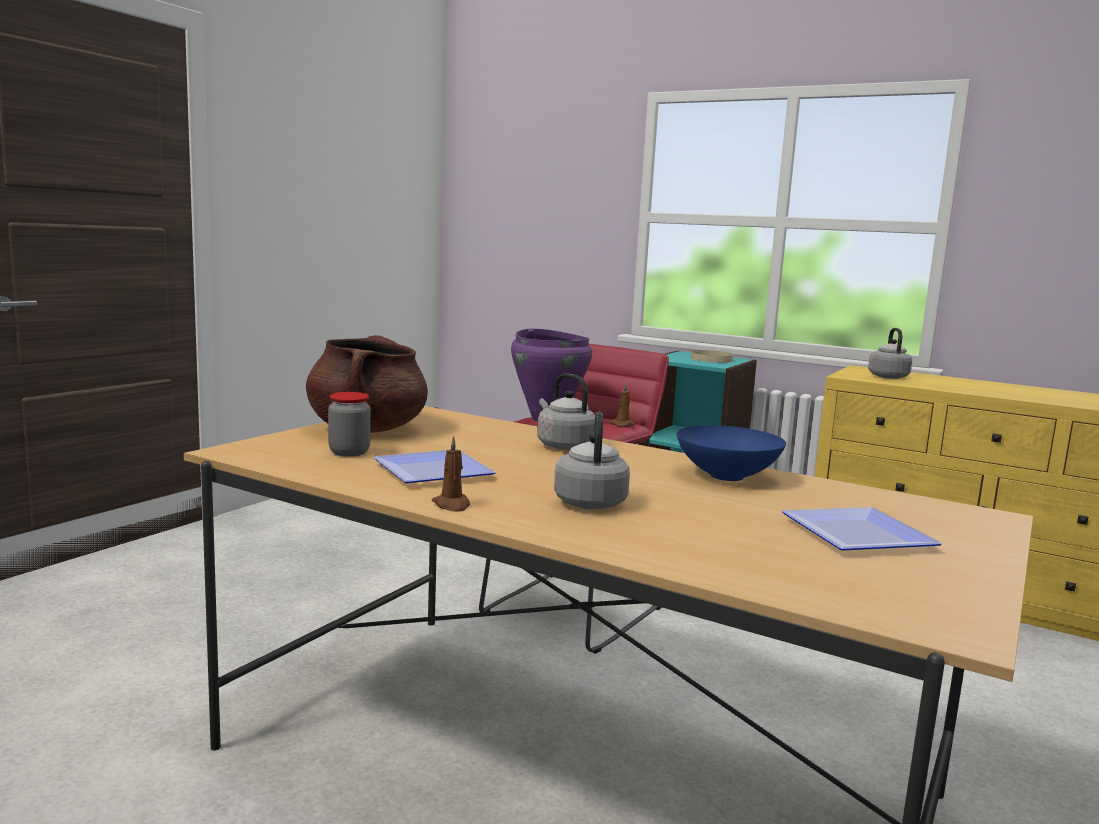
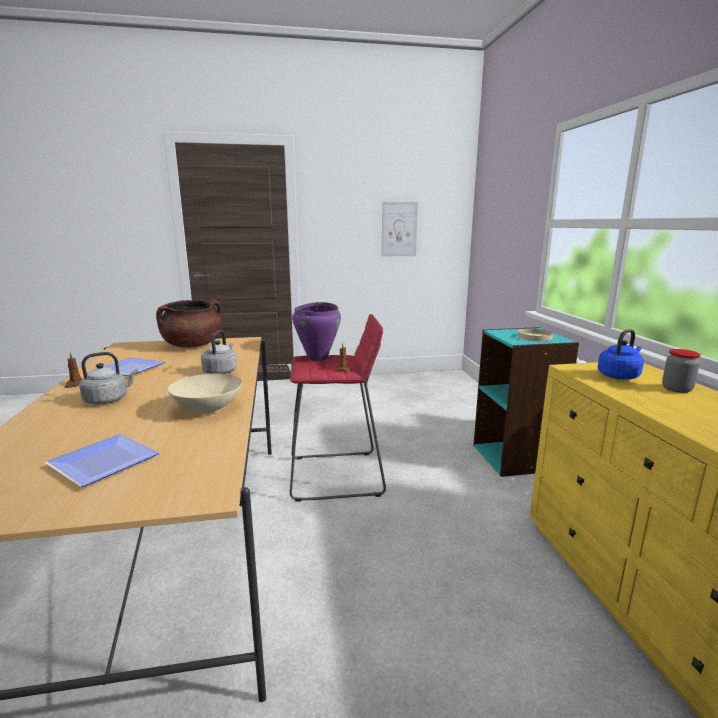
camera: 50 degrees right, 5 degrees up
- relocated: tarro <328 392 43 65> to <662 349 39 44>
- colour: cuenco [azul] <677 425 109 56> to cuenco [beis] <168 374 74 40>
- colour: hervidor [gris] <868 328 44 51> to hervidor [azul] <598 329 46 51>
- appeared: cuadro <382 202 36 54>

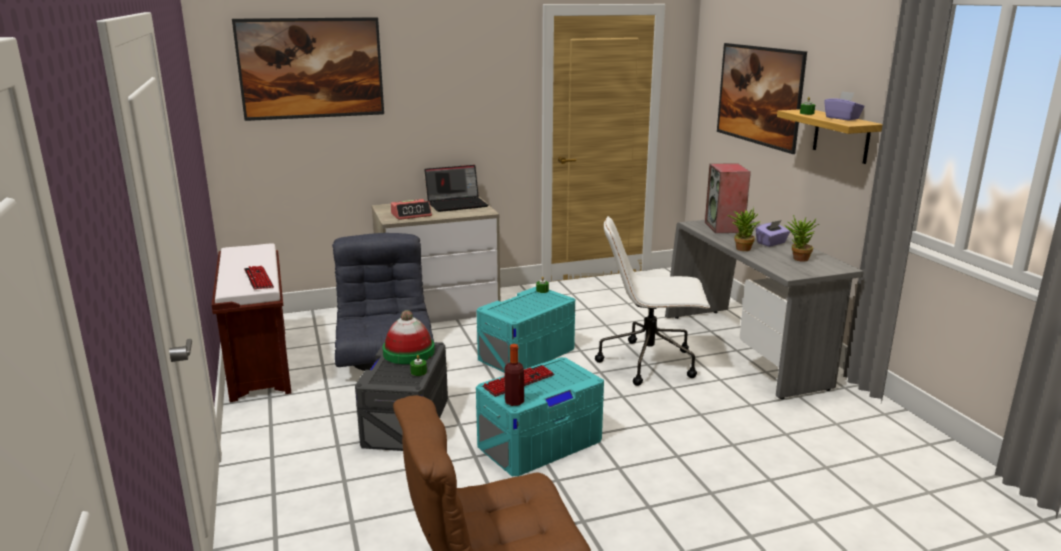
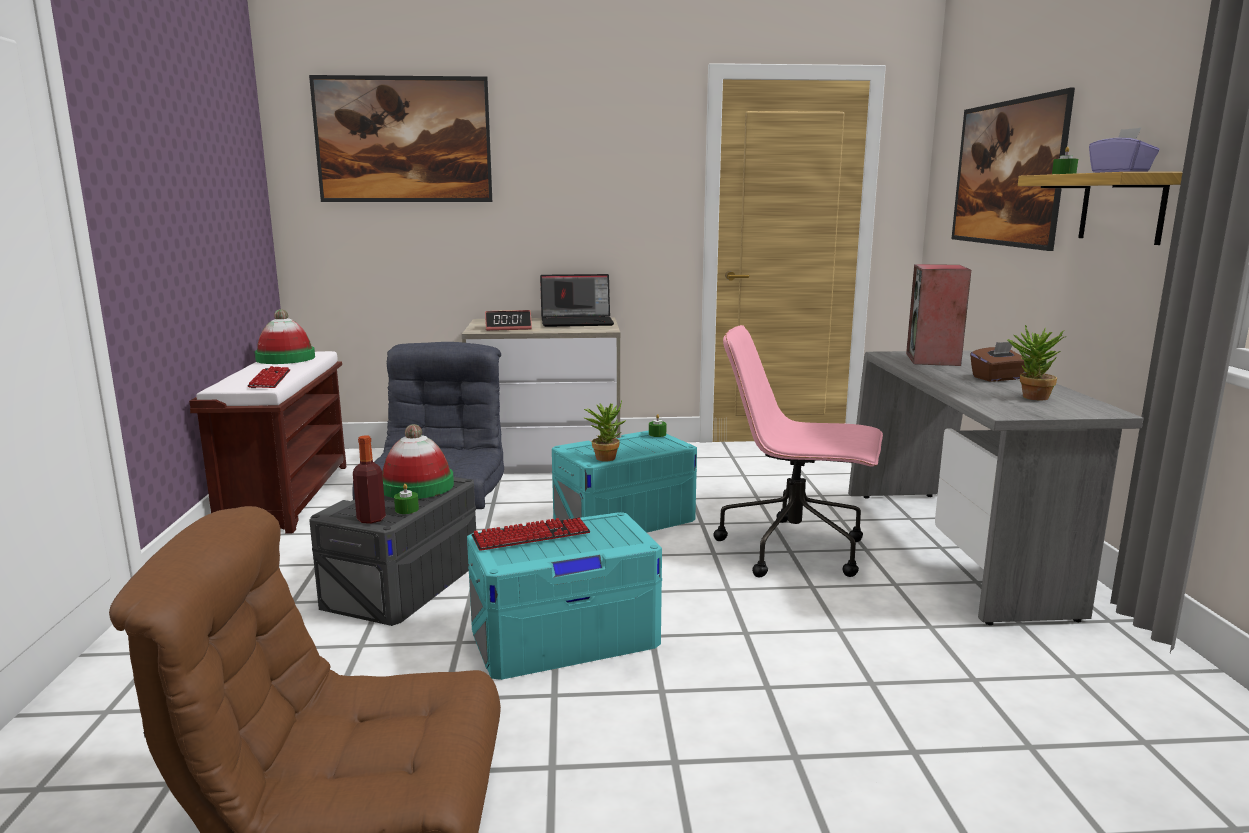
camera: 15 degrees right, 5 degrees down
- relocated: botella <504 344 20 62> to <353 435 33 89>
- colour: silla de oficina [blanco] <595 216 115 170> to silla de oficina [rosa] <713 325 170 252>
- relocated: planta en maceta <727 207 34 44> to <584 400 42 62>
- colour: caja de pañuelos [morado] <756 220 34 27> to caja de pañuelos [marrón] <970 342 56 40>
- appeared: sombrero <255 309 60 55>

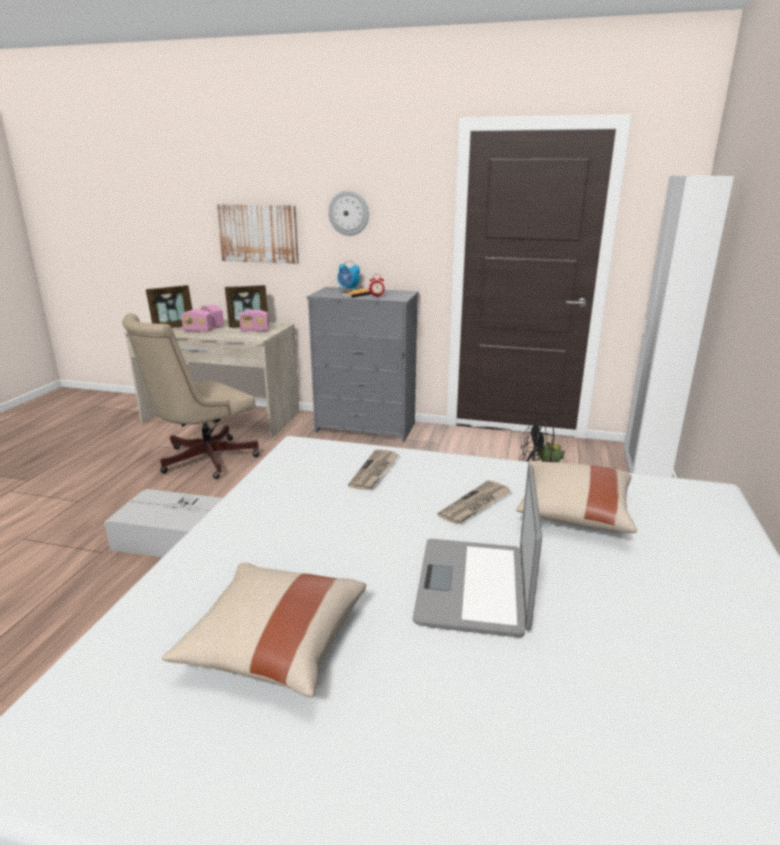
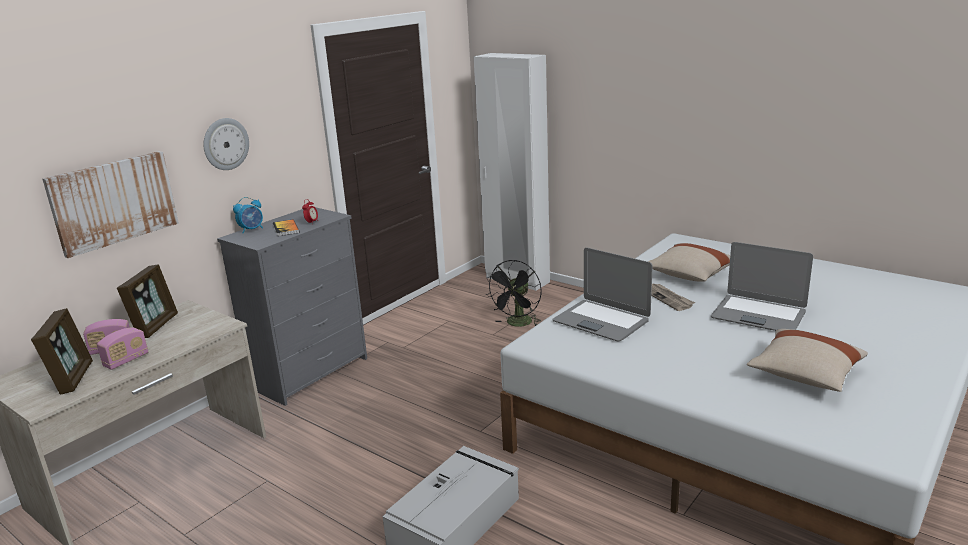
camera: 65 degrees left, 0 degrees up
- missing: silla de oficina [beis] <122 313 138 166>
- missing: radio <239 310 30 22>
- exchanged: periódico <348 450 52 40> to portátil <553 248 100 93>

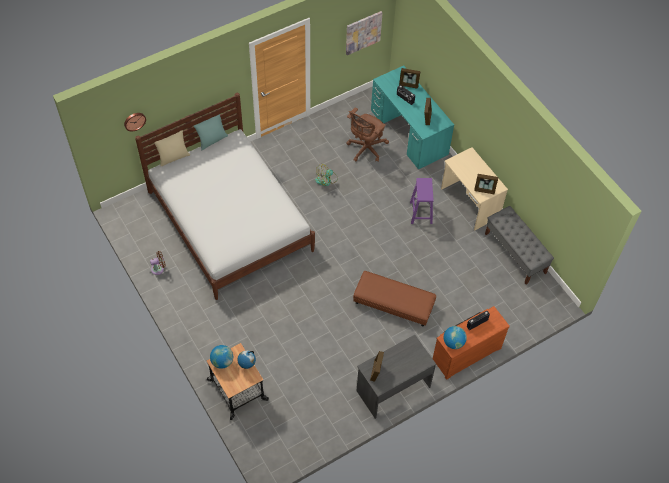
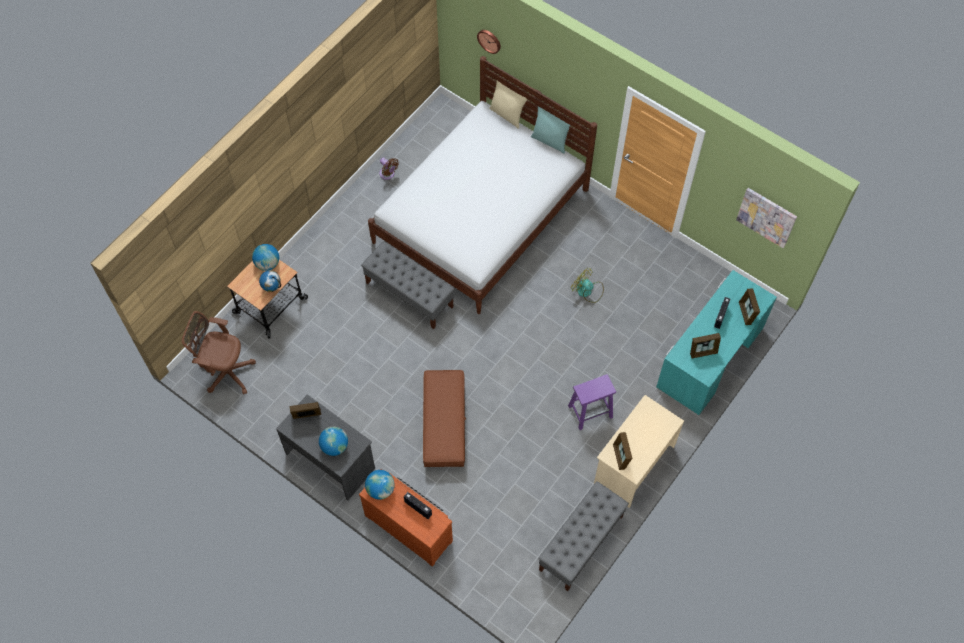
camera: 70 degrees right, 5 degrees up
- relocated: silla de oficina [marrón] <346 108 43 54> to <182 311 74 83>
- appeared: globo terráqueo <319 427 29 29>
- appeared: banco [gris] <361 241 94 88>

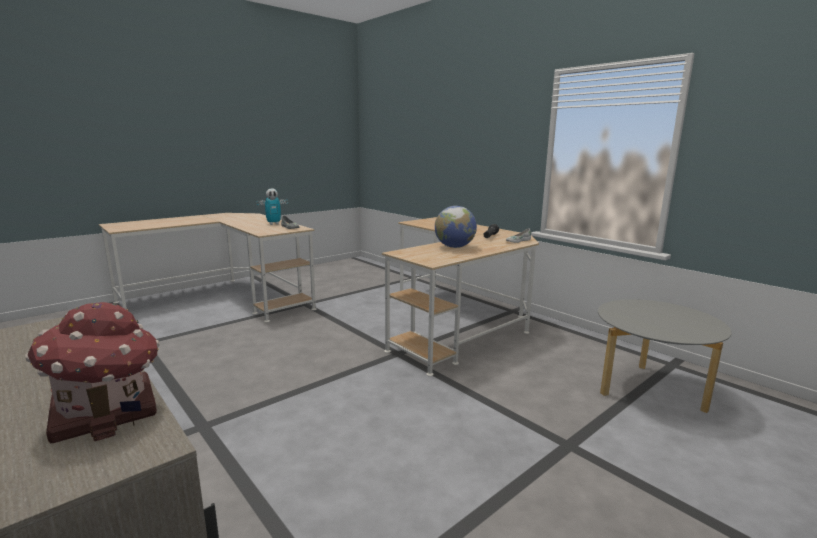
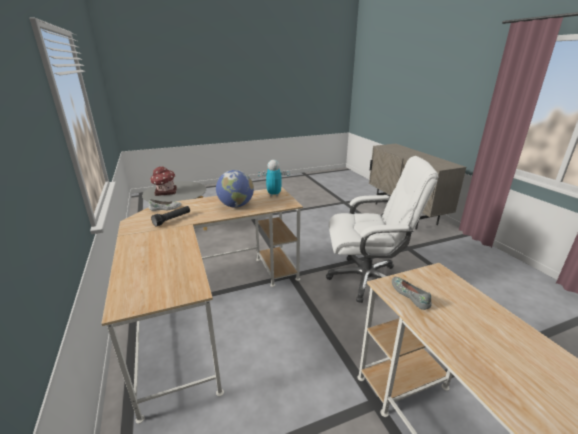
camera: 160 degrees left, 10 degrees up
- relocated: casita <25 302 135 141> to <150 166 27 30>
- relocated: robot de juguete <257 188 31 37> to <258 160 32 36>
- appeared: silla de oficina [blanco] <326 156 112 147>

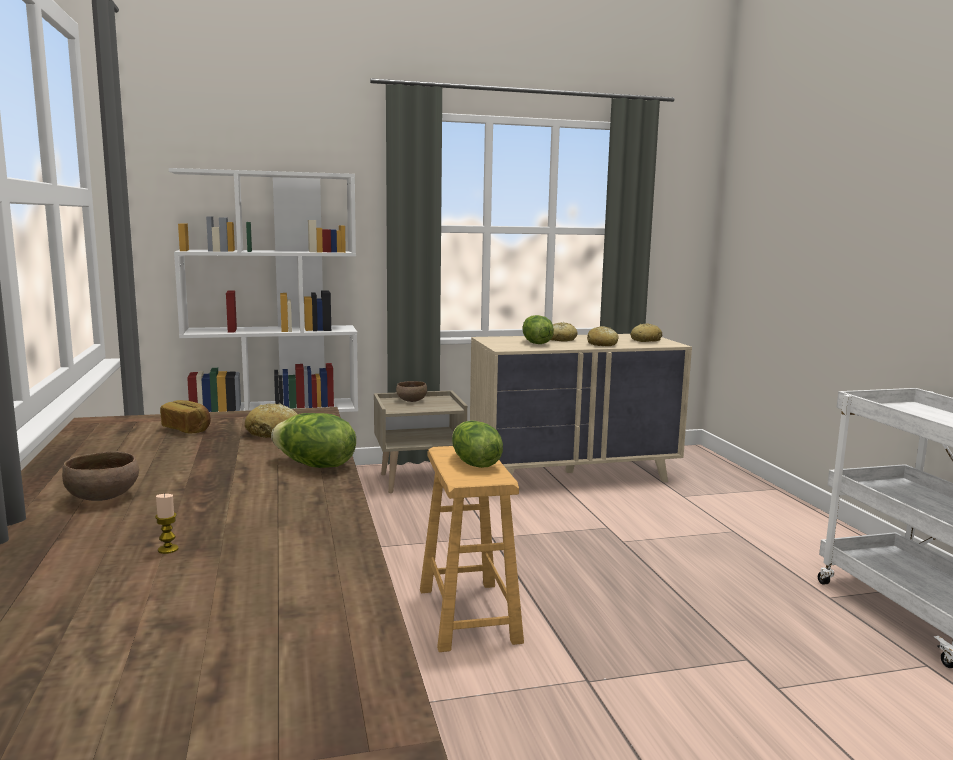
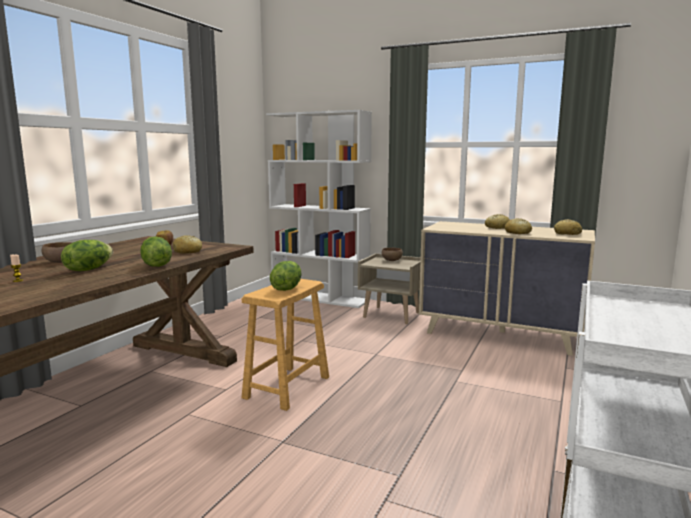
camera: 40 degrees right, 0 degrees up
- relocated: lechuga <523 315 31 29> to <61 240 52 31>

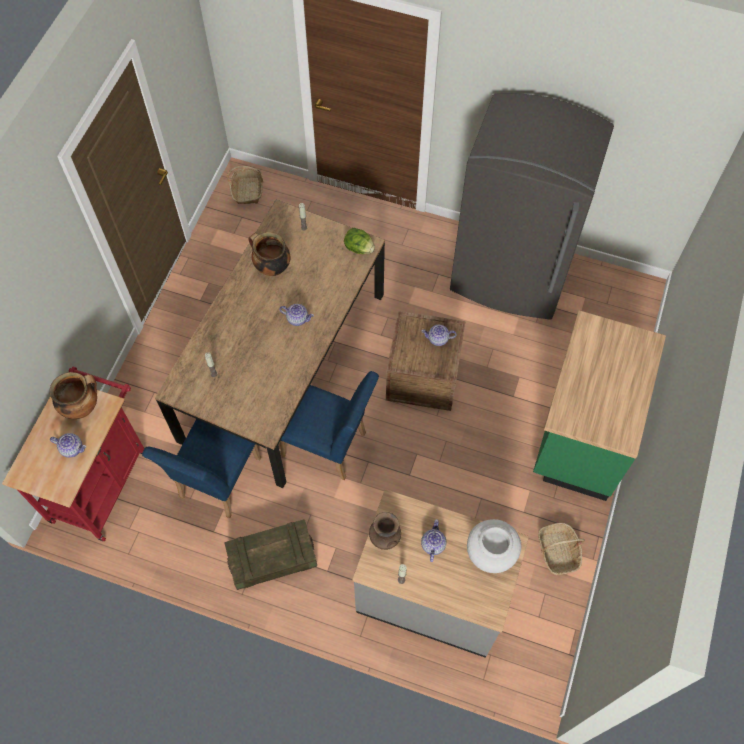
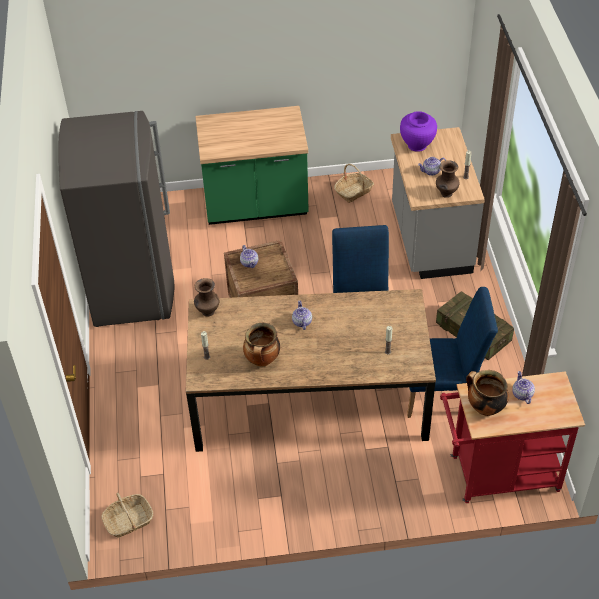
camera: 115 degrees left, 15 degrees down
- exchanged: lechuga <344 228 31 26> to florero [marrón] <194 278 25 39>
- colour: florero [blanco] <467 519 54 54> to florero [morado] <400 111 37 41>

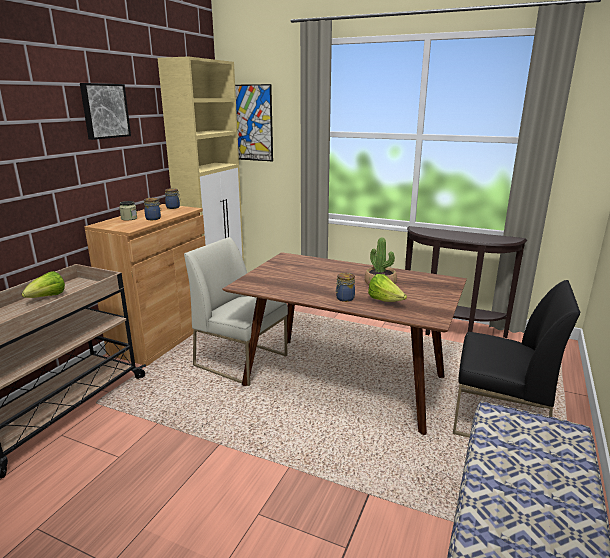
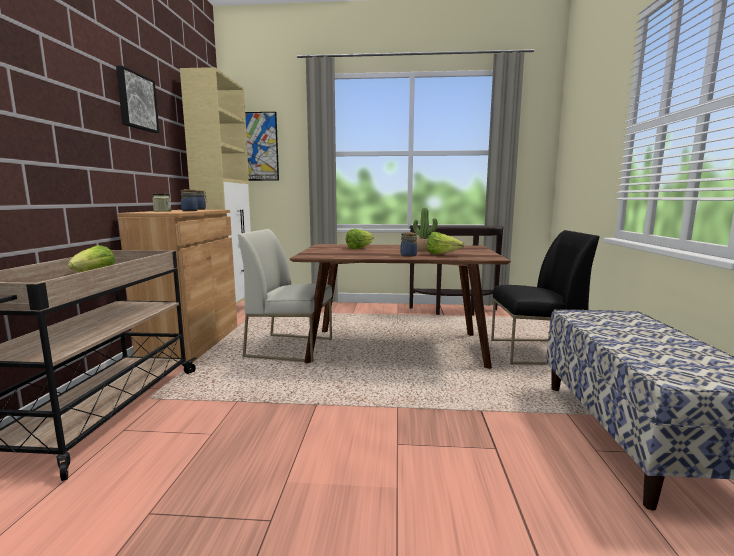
camera: 20 degrees left, 10 degrees down
- appeared: lechuga <346 229 28 20>

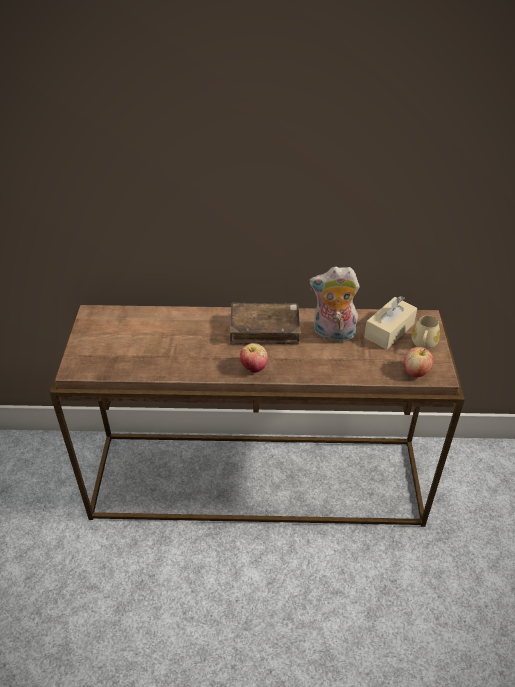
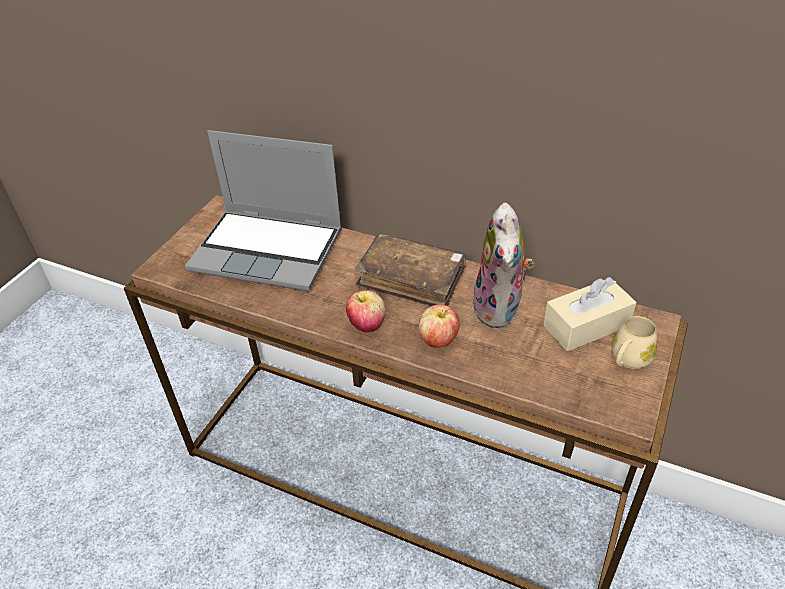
camera: 25 degrees right, 0 degrees up
- spun: peluche <309 267 51 78> = <472 203 62 125> 120 degrees counterclockwise
- relocated: manzana <404 347 29 30> to <419 304 40 44>
- appeared: portátil <185 130 157 161>

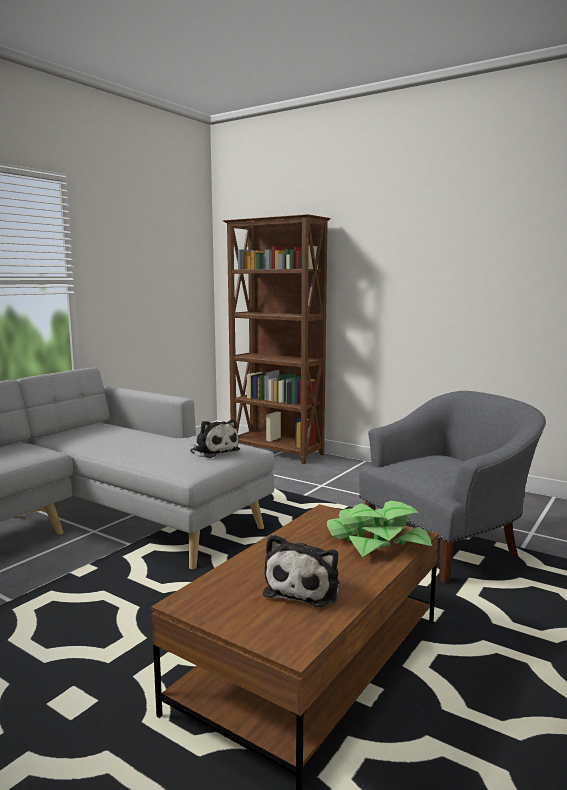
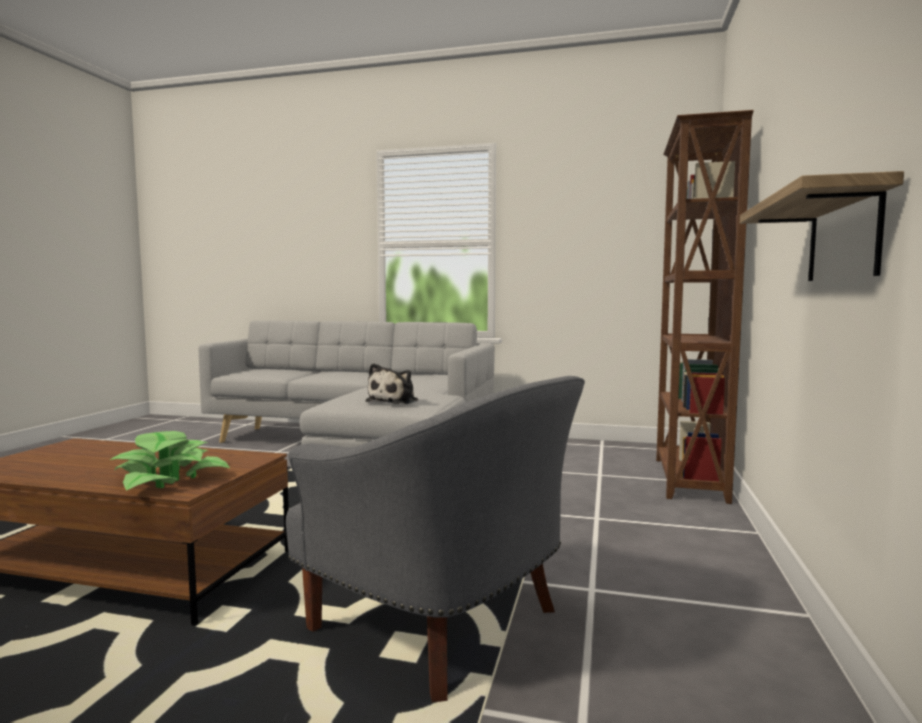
camera: 70 degrees right, 5 degrees down
- missing: peluche <263 534 77 73>
- appeared: estante <740 171 164 110>

